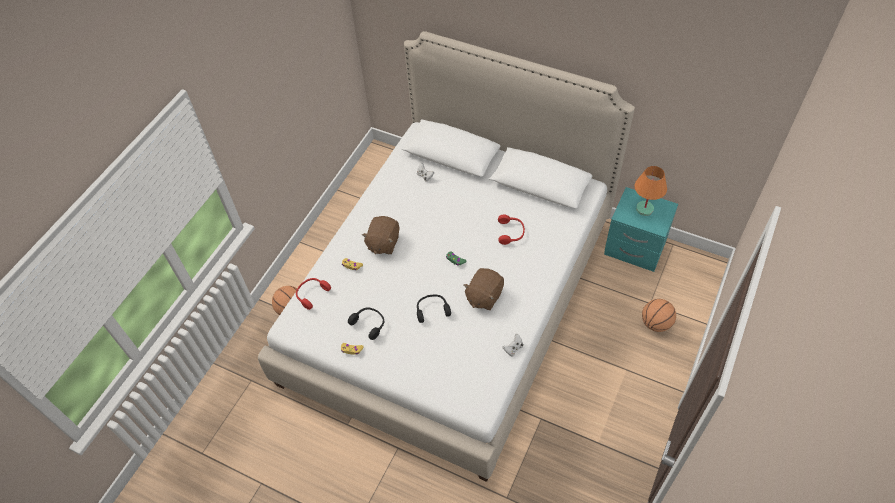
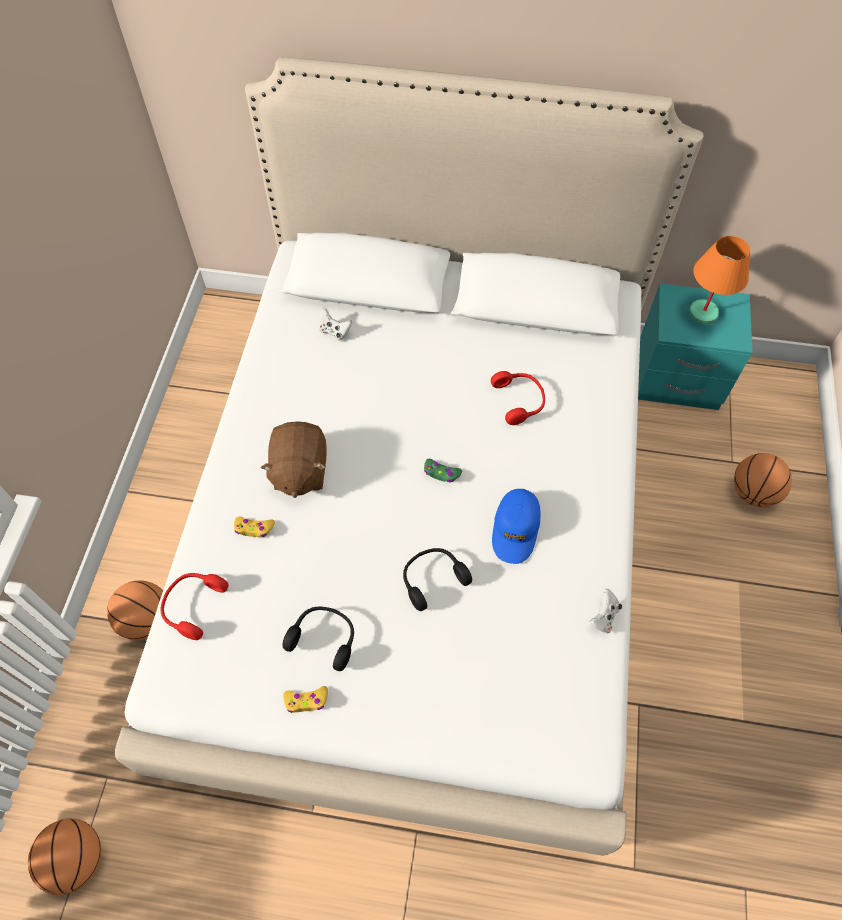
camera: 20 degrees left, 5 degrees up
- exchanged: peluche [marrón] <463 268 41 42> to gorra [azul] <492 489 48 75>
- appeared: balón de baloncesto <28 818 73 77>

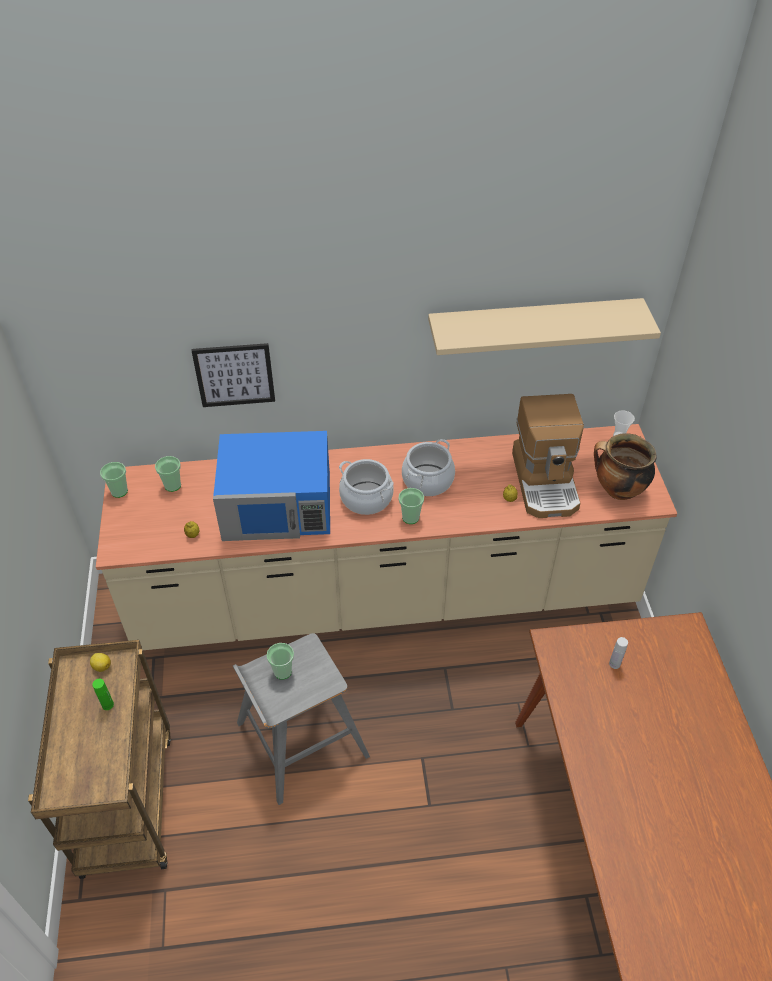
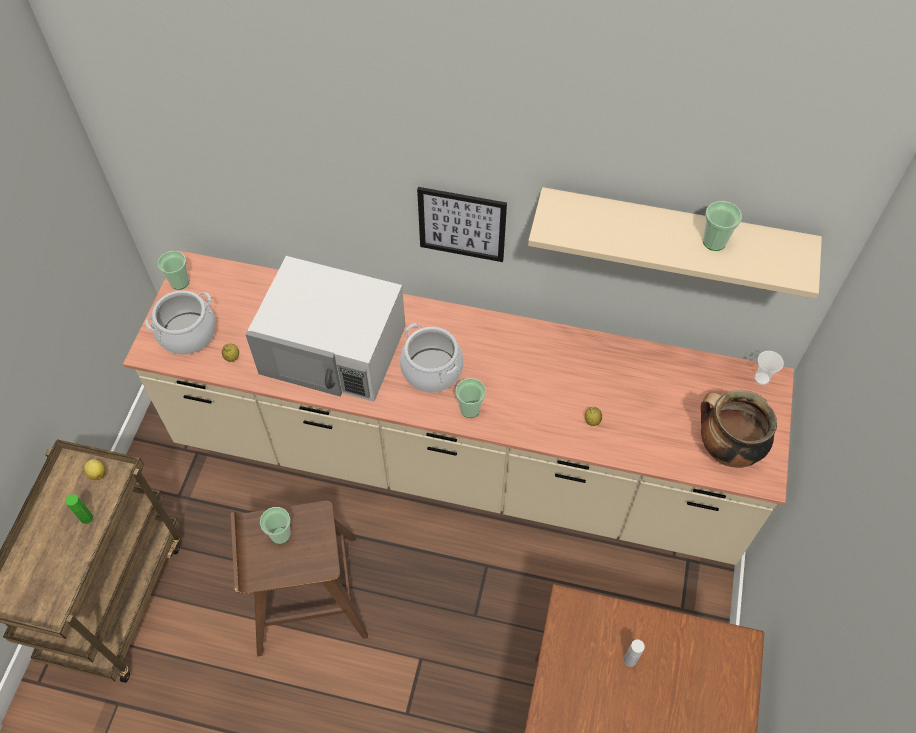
camera: 20 degrees right, 10 degrees up
- relocated: taza <155 456 26 36> to <703 201 39 50>
- relocated: cuadro <192 343 83 64> to <417 187 90 75>
- colour: microondas [azul] <213 431 117 110> to microondas [blanco] <245 256 160 146>
- colour: taburete [gris] <233 633 137 172> to taburete [marrón] <231 501 137 156>
- relocated: olla <402 439 53 57> to <145 290 71 65>
- missing: cafetera <512 394 72 124>

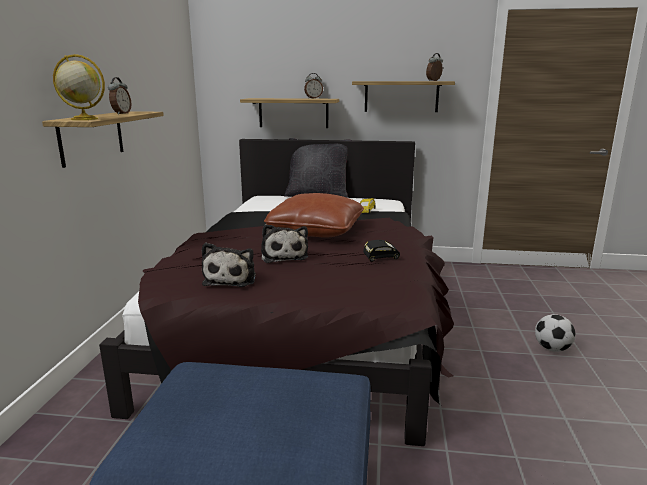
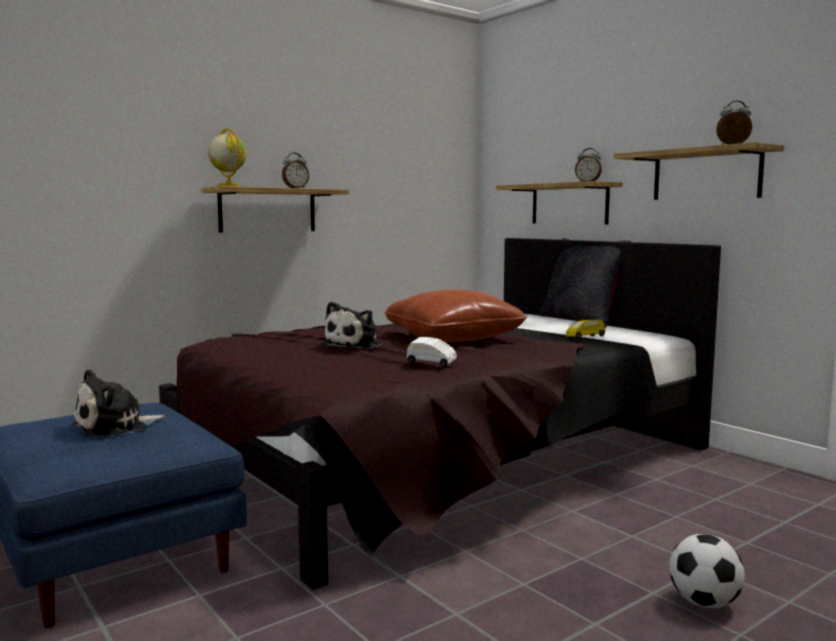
camera: 45 degrees right, 10 degrees down
- relocated: peluche <202 243 54 44> to <72 369 93 68>
- colour: coche de juguete [negro] <363 240 37 22> to coche de juguete [blanco] <407 337 50 30>

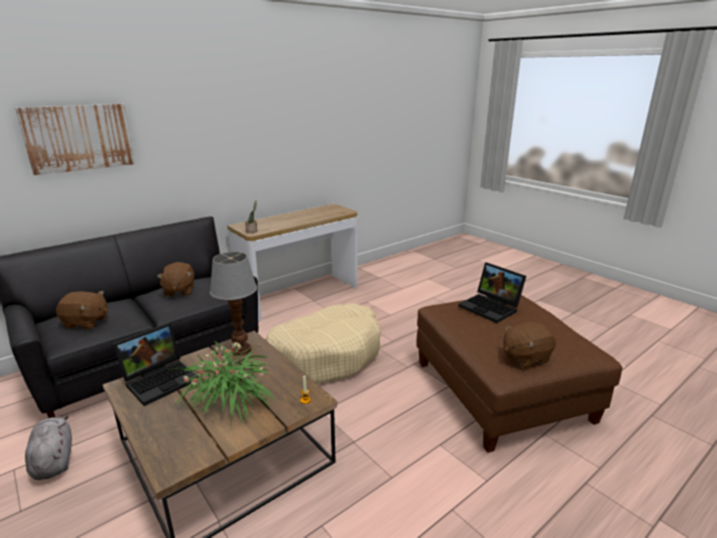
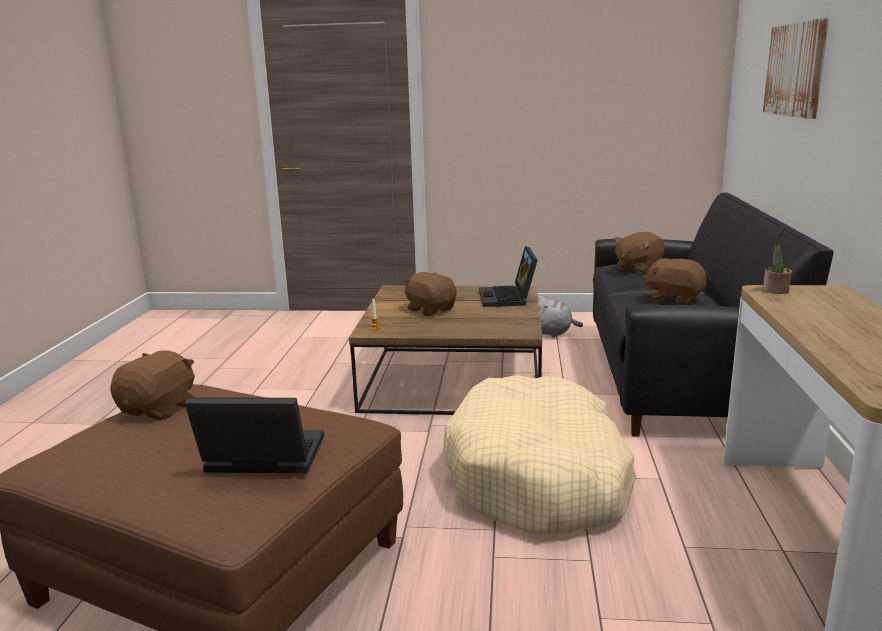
camera: 135 degrees right, 5 degrees down
- exchanged: planta en maceta <168 341 106 82> to peluche [marrón] <403 272 54 44>
- missing: lámpara de mesa <210 252 47 104>

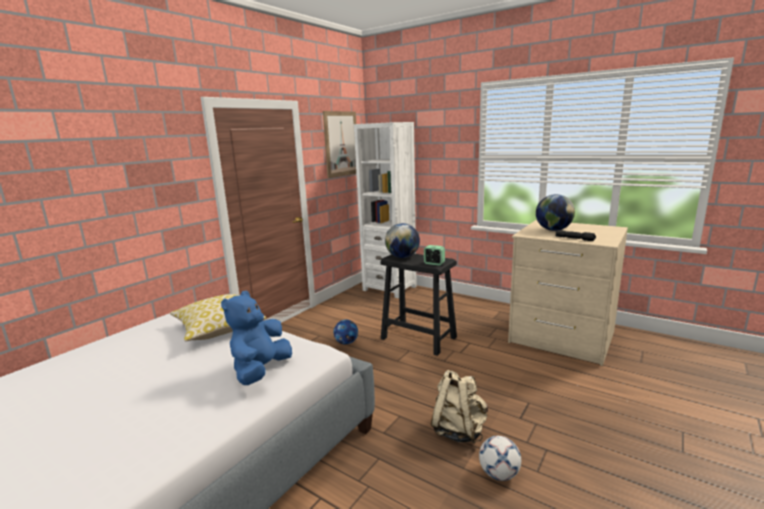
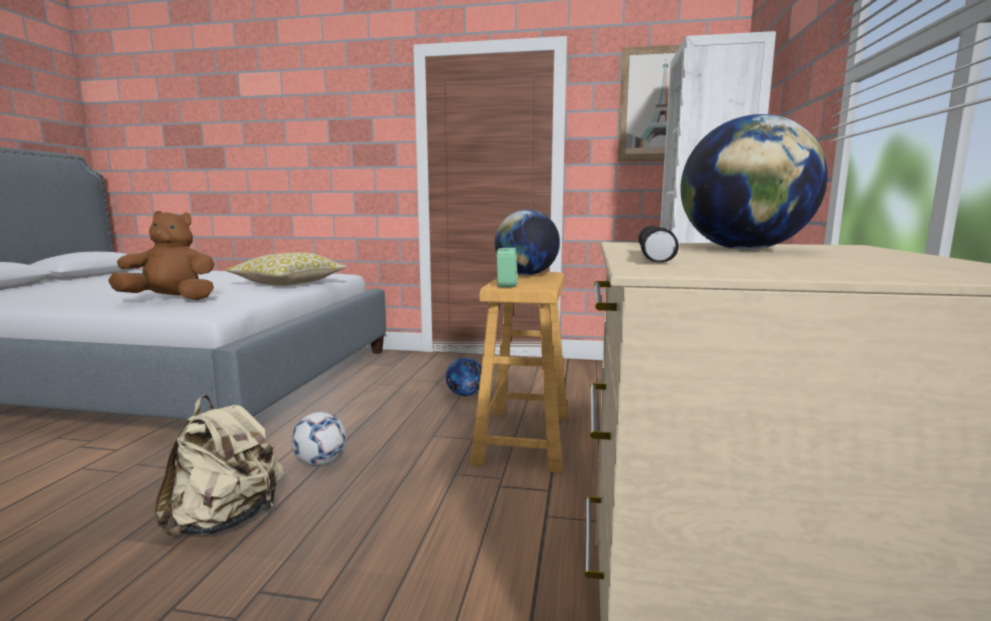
camera: 65 degrees right, 5 degrees down
- colour: peluche [azul] <221 291 71 94> to peluche [marrón] <108 211 106 89>
- colour: taburete [negro] <381 253 76 103> to taburete [beis] <470 272 98 201>
- relocated: balón de fútbol <479 436 42 45> to <291 412 55 54>

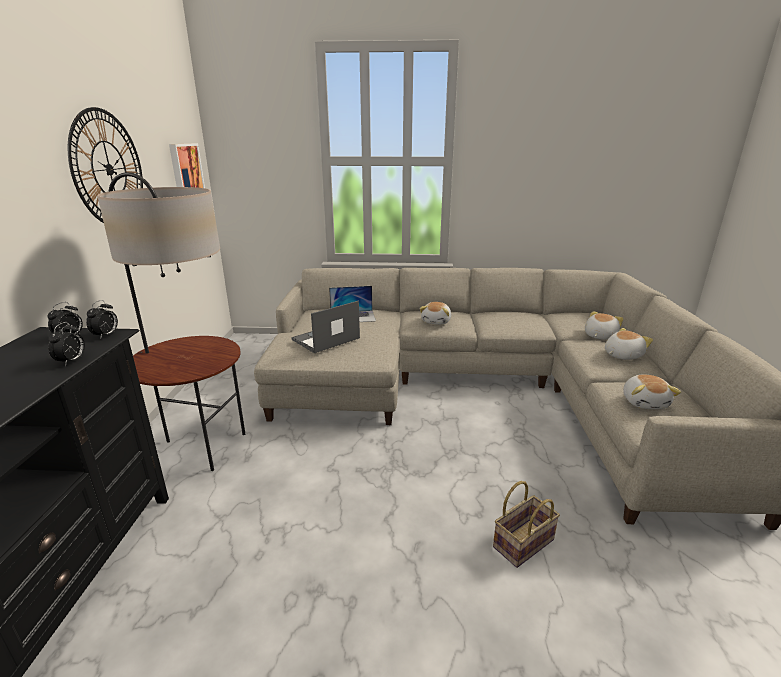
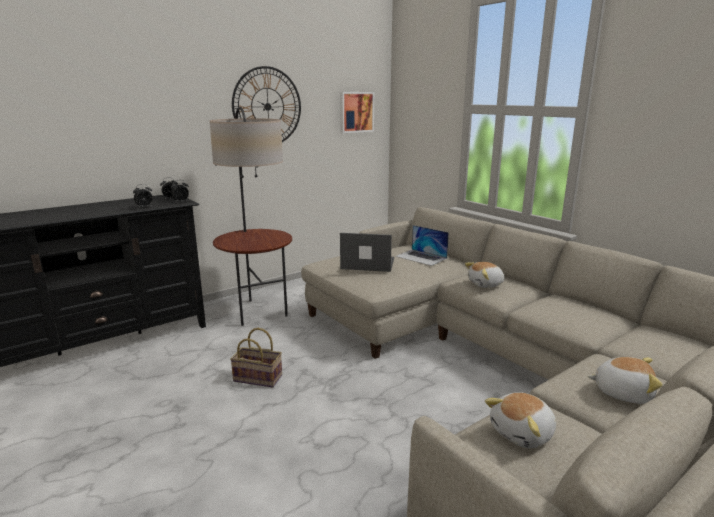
camera: 50 degrees right, 5 degrees down
- relocated: cesta <493 481 67 87> to <230 328 52 59>
- missing: peluche <585 311 38 29>

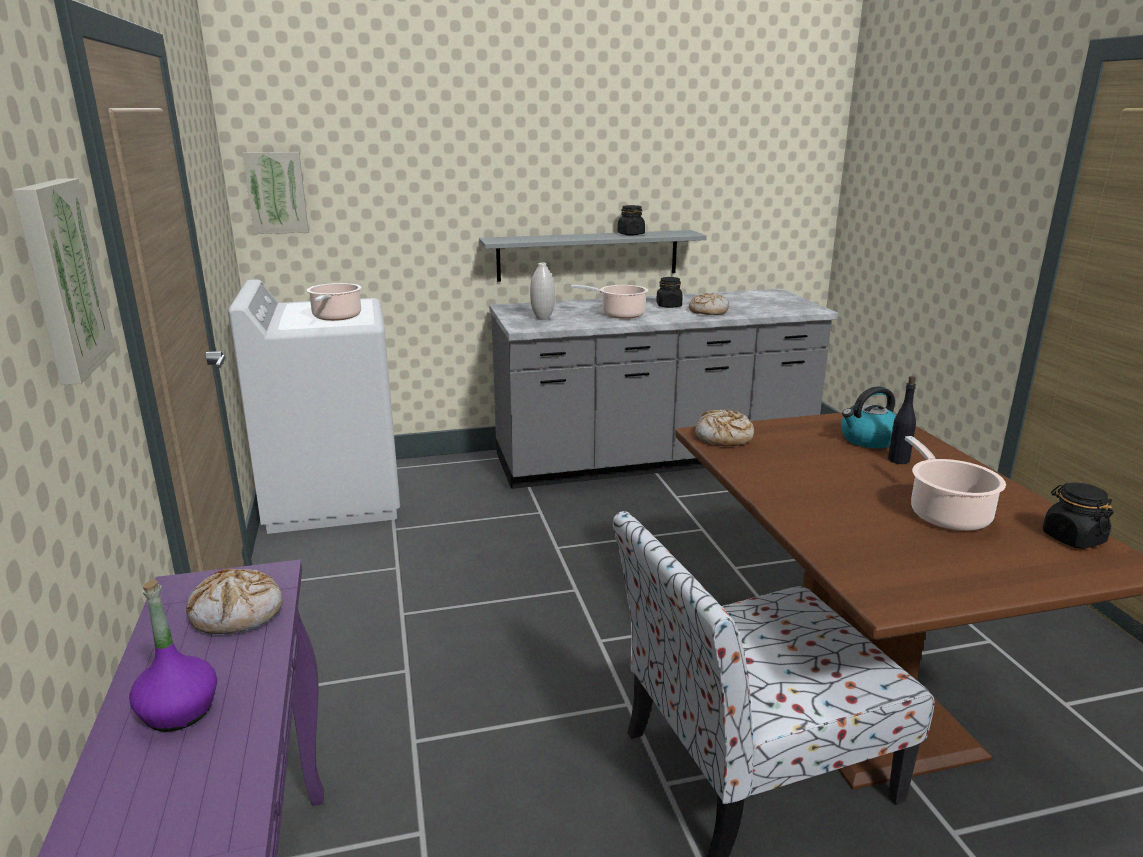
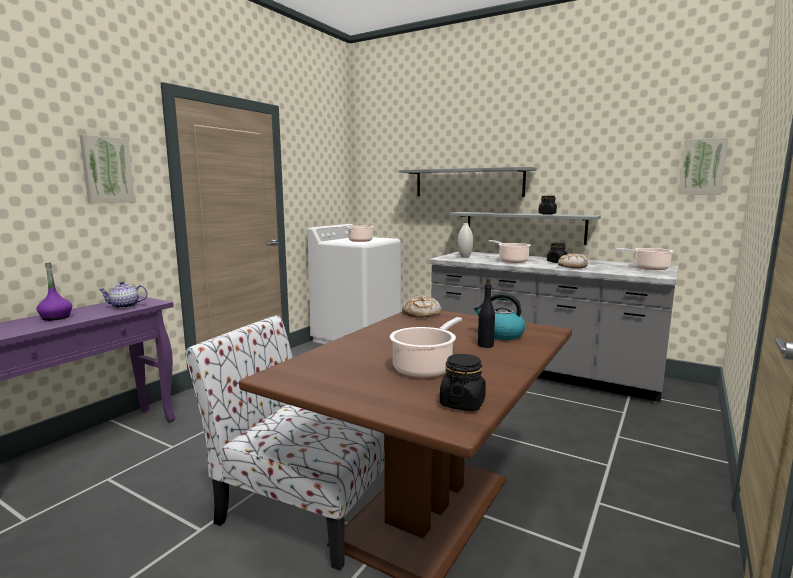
camera: 45 degrees right, 10 degrees down
- exchanged: pan <186 569 97 65> to tetera <98 281 50 28>
- relocated: cuadro <242 152 67 82> to <678 138 50 57>
- appeared: estante [gris] <398 167 139 30>
- appeared: olla <615 248 59 22>

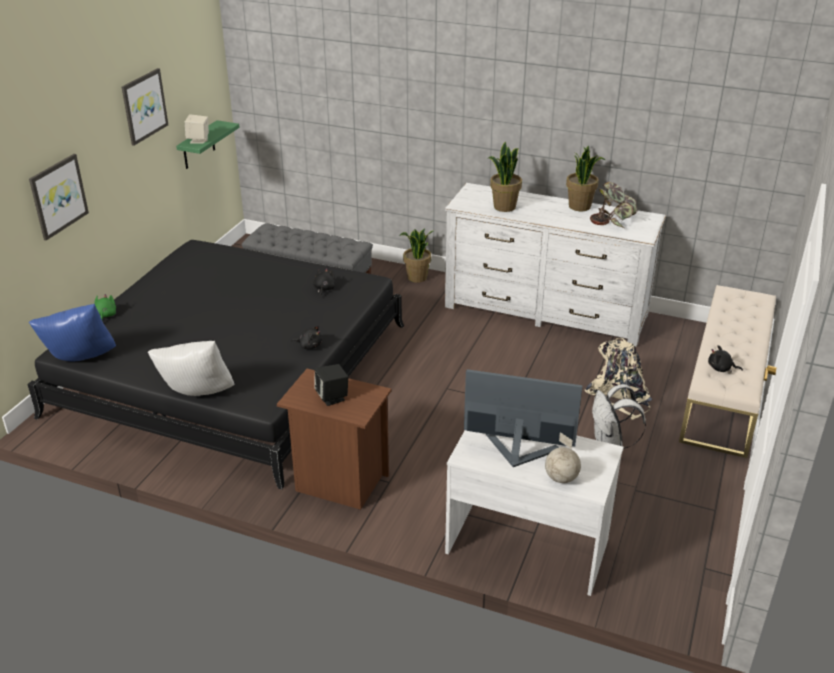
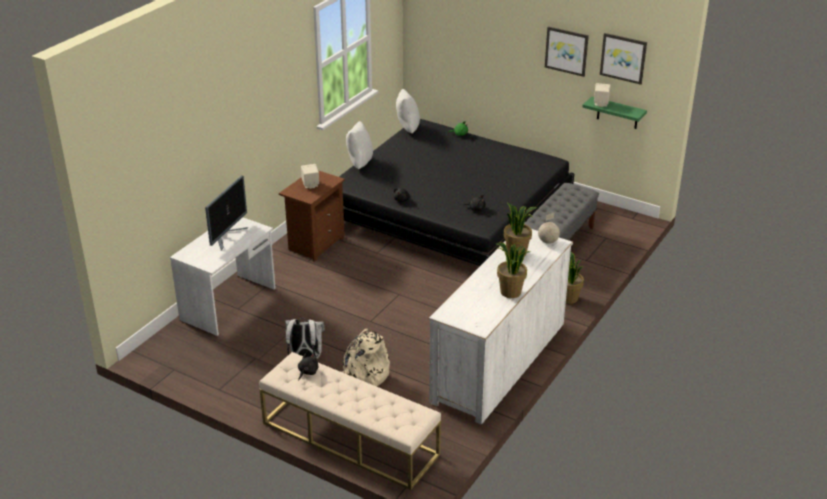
camera: 100 degrees right, 0 degrees up
- relocated: cuadro <29 154 60 87> to <600 33 47 52>
- colour: cojín [azul] <29 304 87 58> to cojín [blanco] <396 89 24 44>
- colour: altavoz [negro] <314 364 34 42> to altavoz [beis] <301 164 18 25>
- relocated: globo terráqueo <545 432 36 51> to <538 213 22 31>
- missing: planta en maceta <590 182 48 46>

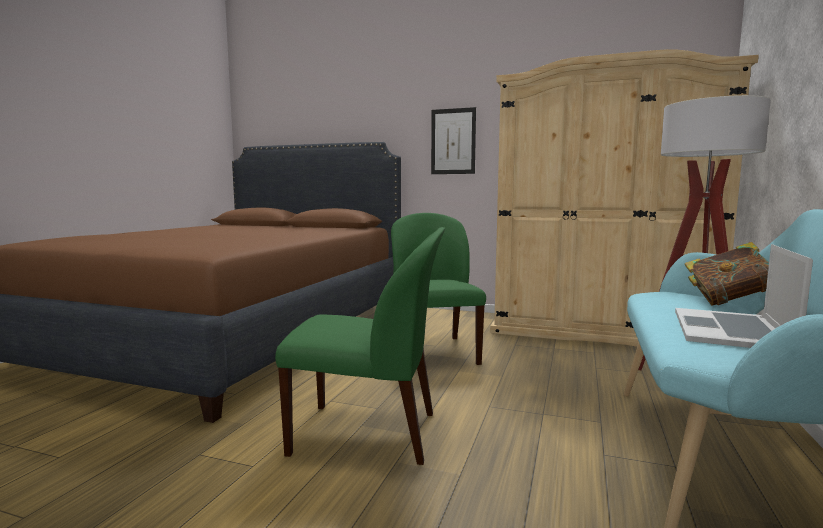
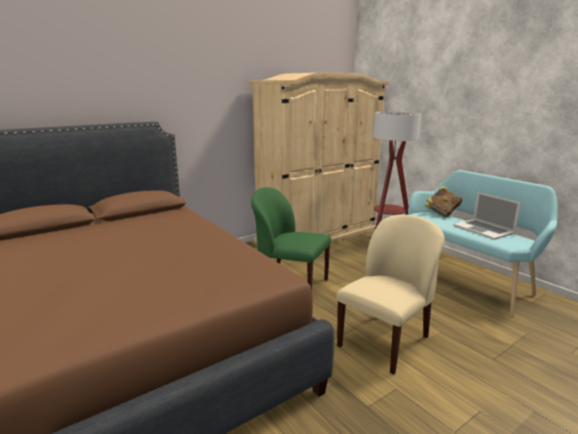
camera: 55 degrees left, 10 degrees up
- colour: silla [verde] <275 227 170 238> to silla [beis] <336 215 109 160>
- missing: cuadro <431 107 45 67>

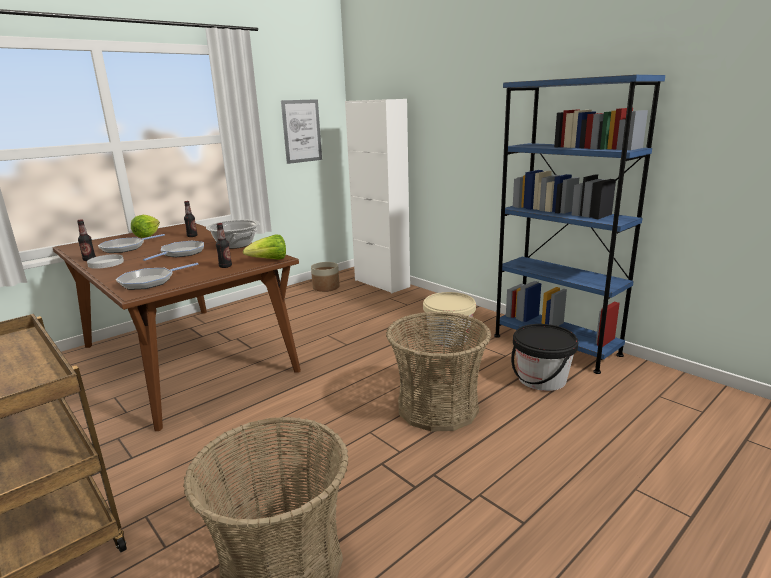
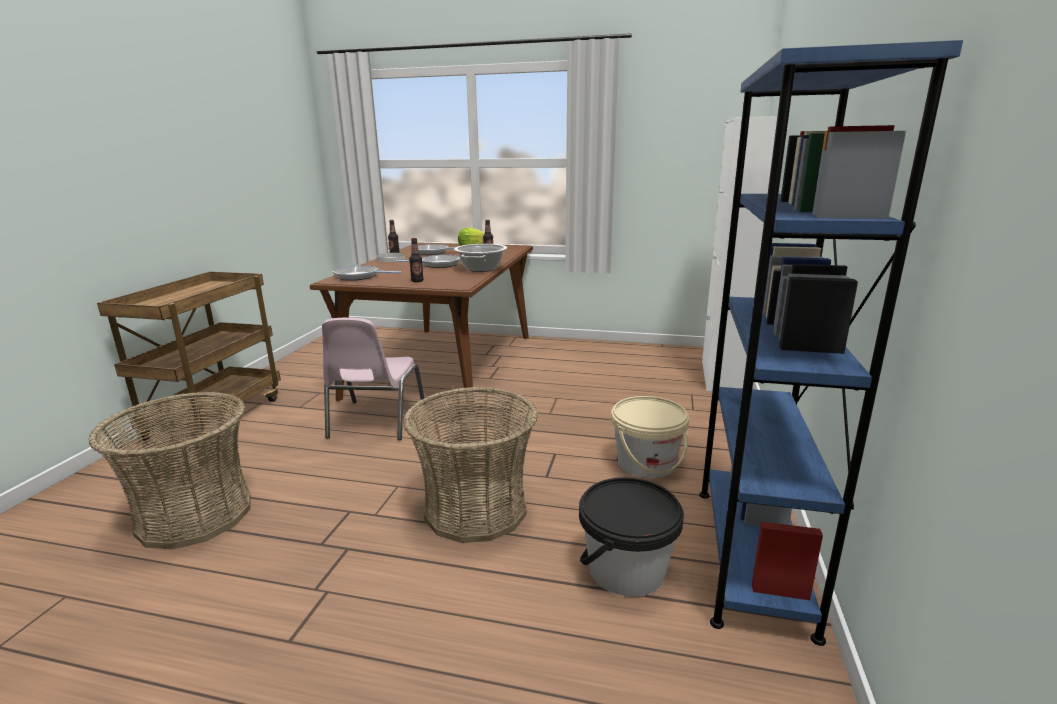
camera: 55 degrees right, 0 degrees up
- missing: lechuga <243 234 43 26>
- missing: cuadro <281 99 41 65>
- missing: maceta <311 262 29 30>
- appeared: silla [rosa] <322 318 102 122>

